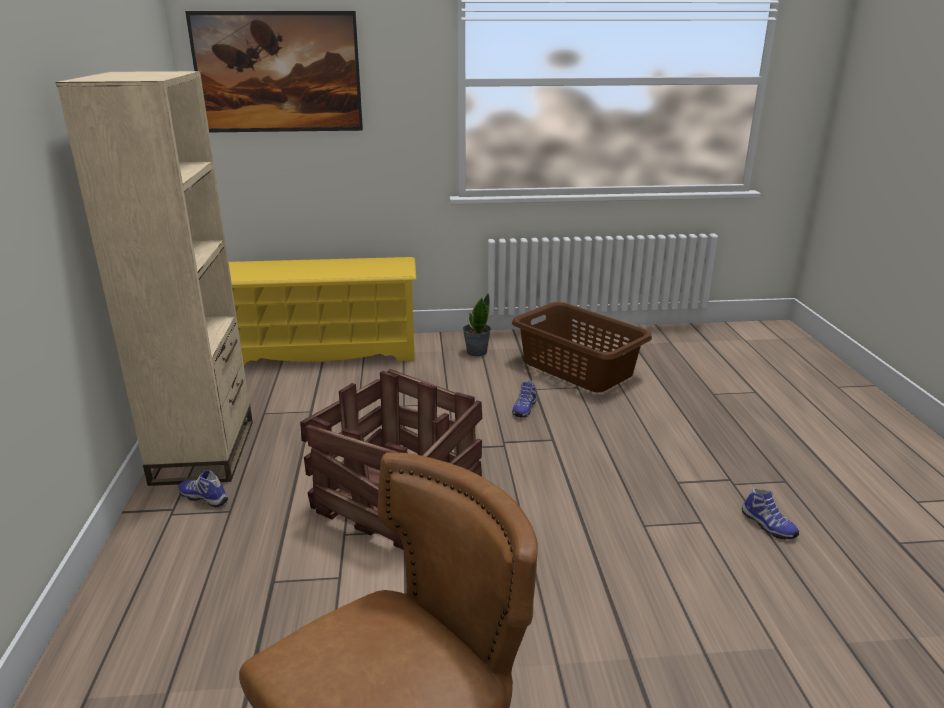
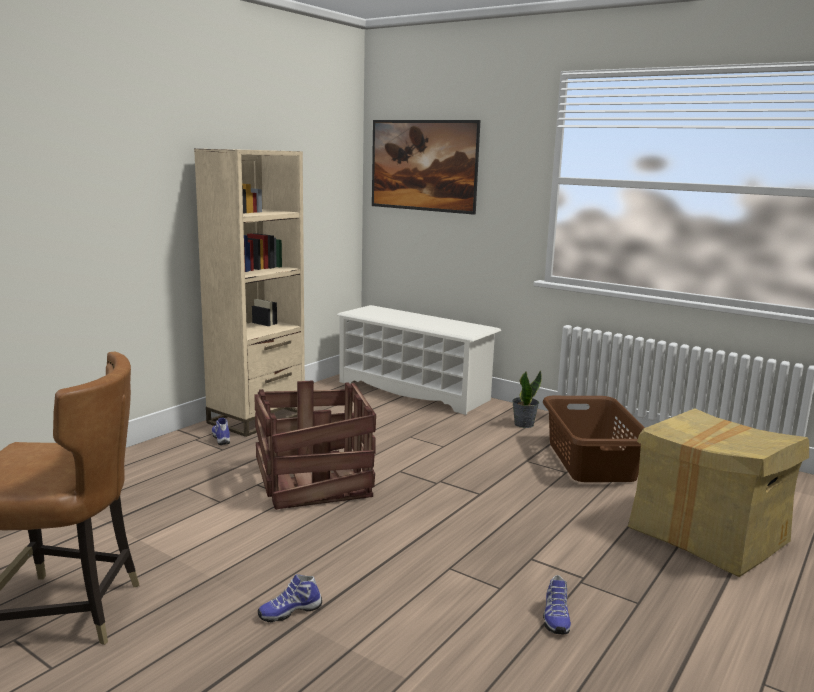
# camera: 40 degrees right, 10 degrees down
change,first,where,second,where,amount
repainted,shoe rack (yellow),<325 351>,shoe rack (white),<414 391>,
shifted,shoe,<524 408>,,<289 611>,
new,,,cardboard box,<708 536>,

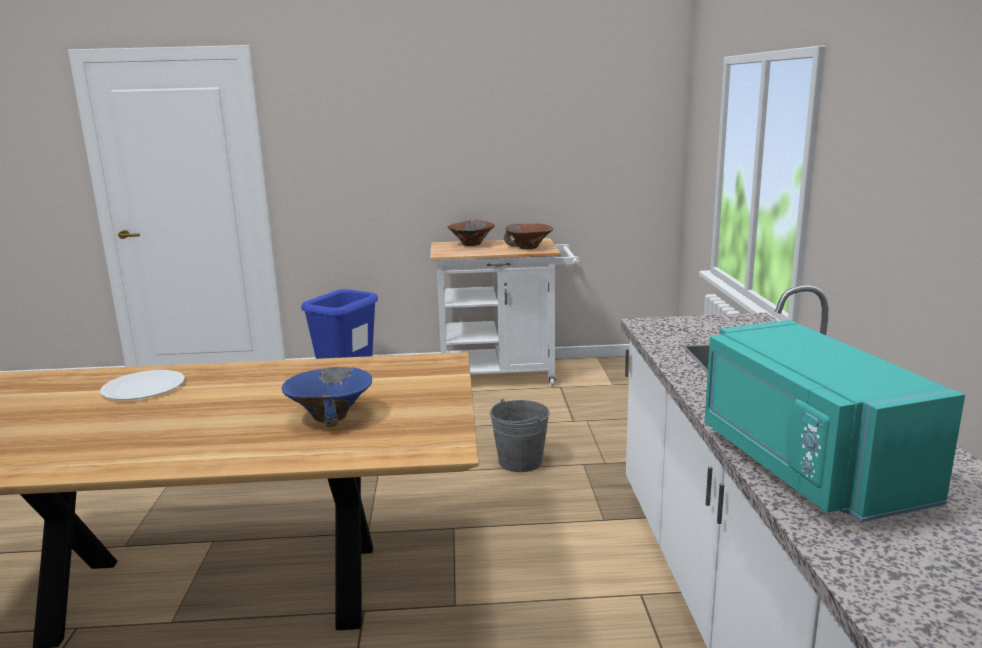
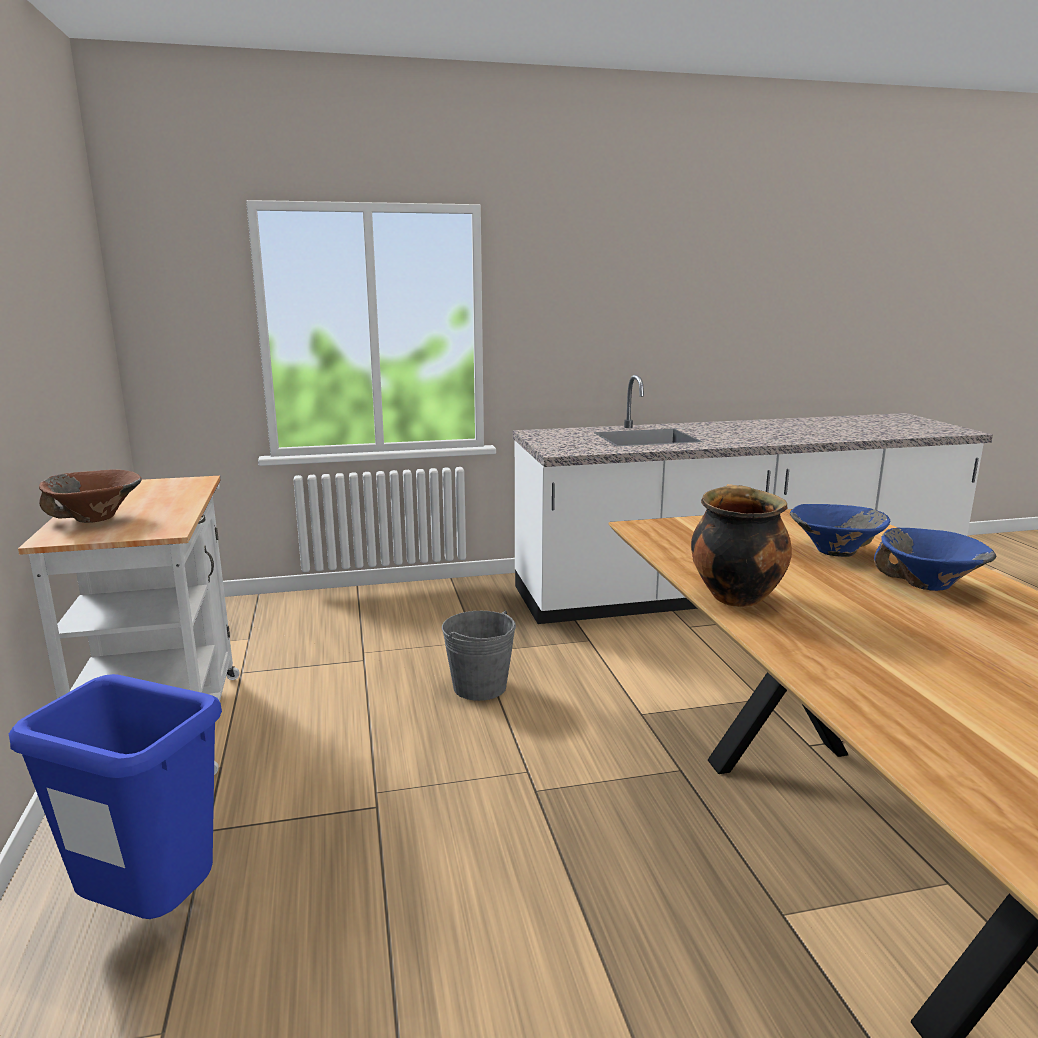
# camera: 100 degrees left, 0 degrees up
change,first,where,second,where,amount
gone,plate (white),<143 388>,,,
gone,bowl (brown),<528 248>,,,
gone,microwave (turquoise),<804 465>,,,
new,,,cooking pot,<734 596>,
new,,,bowl (blue),<928 585>,

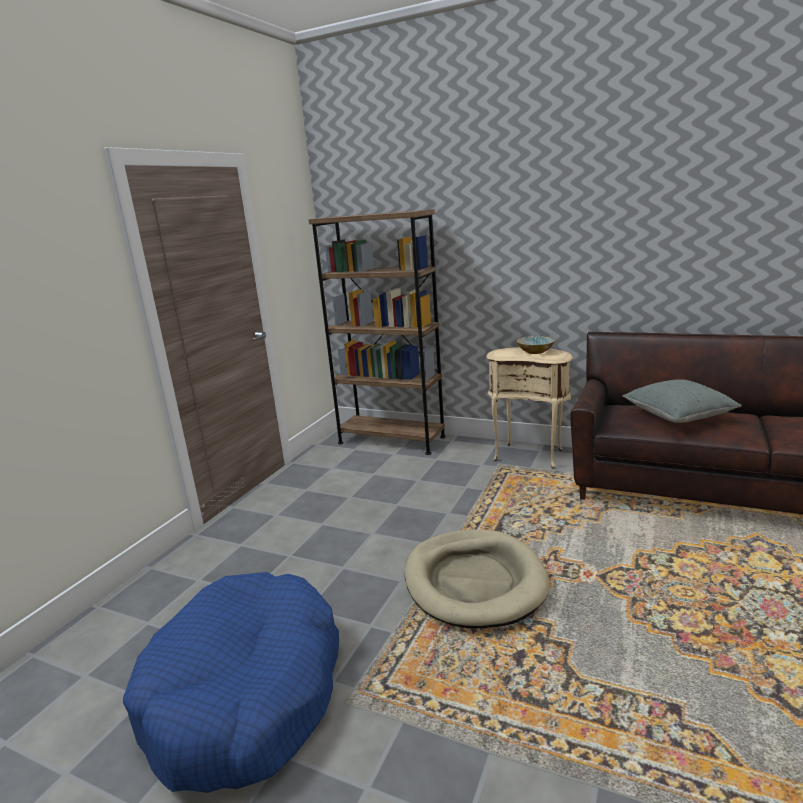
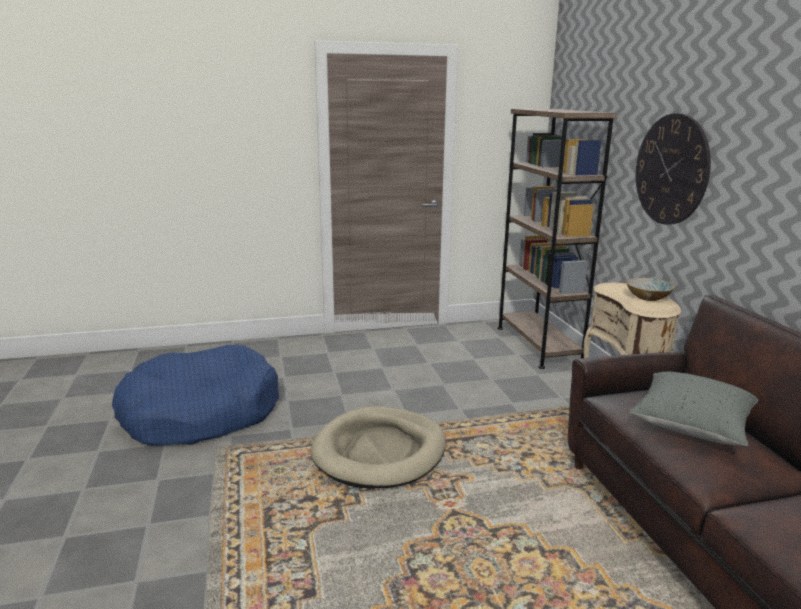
# camera: 50 degrees right, 0 degrees up
change,first,where,second,where,amount
new,,,wall clock,<671 170>,

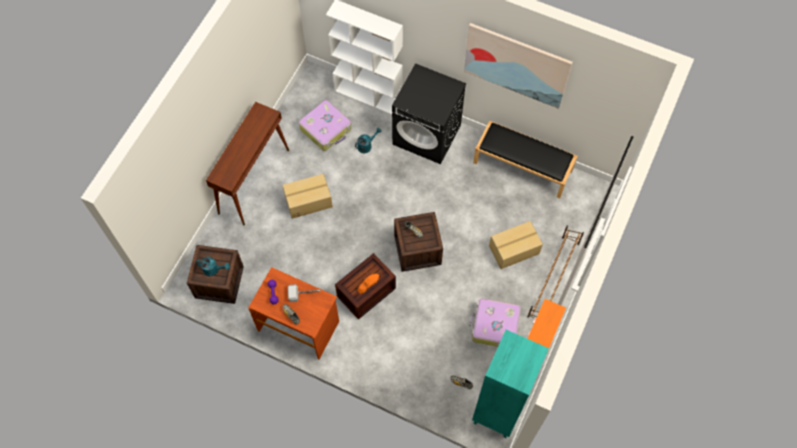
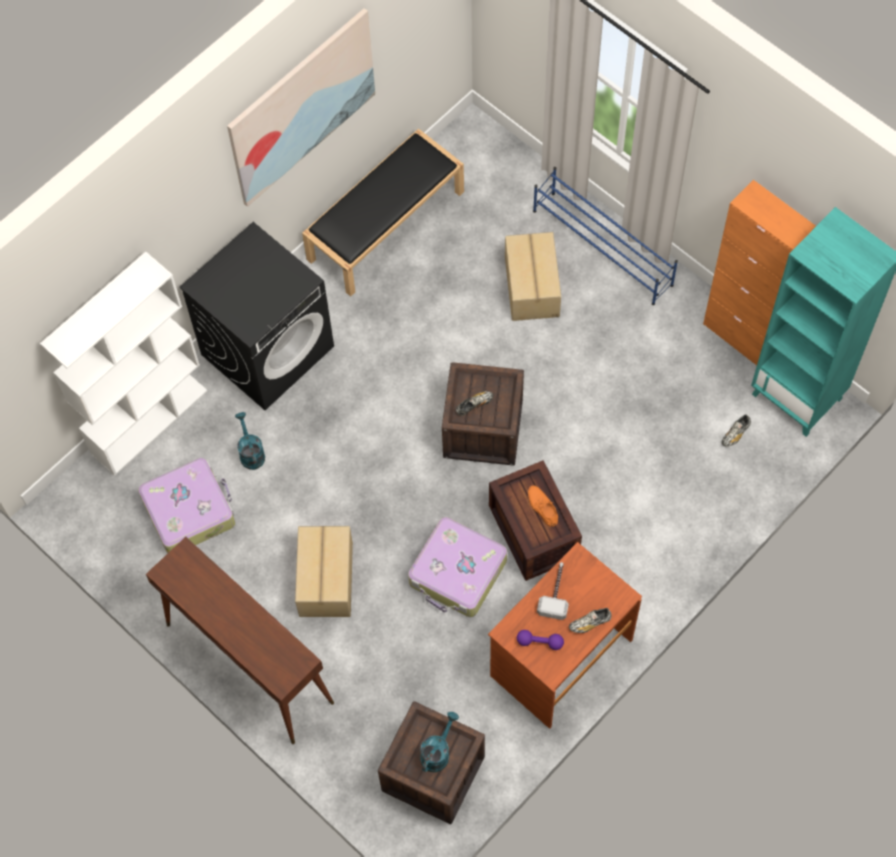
# camera: 70 degrees left, 0 degrees up
change,first,where,second,where,amount
shifted,suitcase,<494 326>,,<458 573>,
repainted,shoe rack (brown),<553 280>,shoe rack (blue),<602 248>,

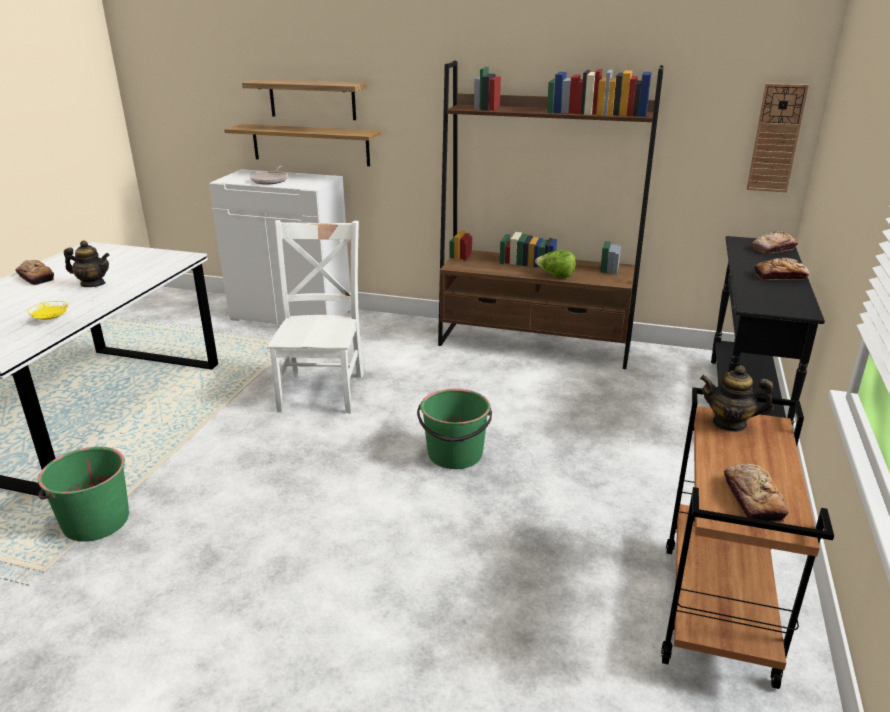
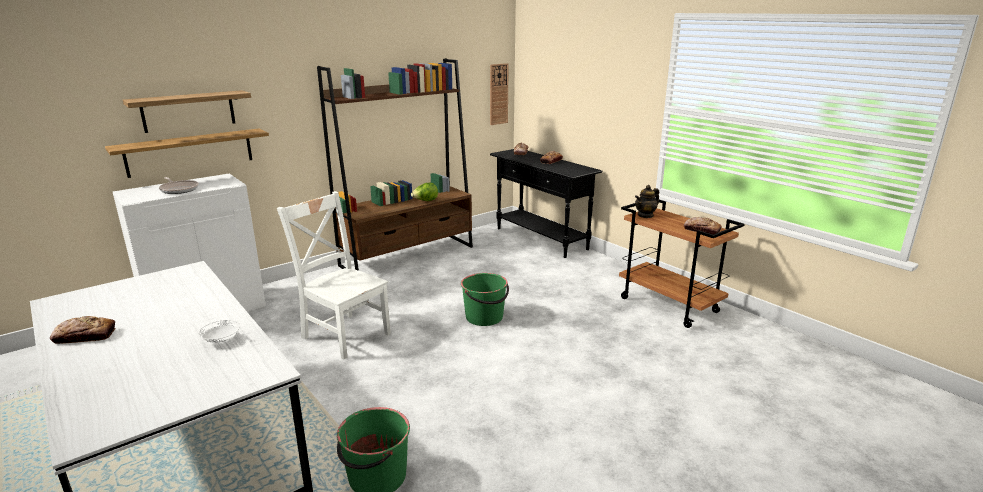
# camera: 55 degrees left, 5 degrees down
change,first,where,second,where,amount
repainted,plate (yellow),<51 319>,plate (white),<221 340>,
gone,teapot,<93 284>,,,

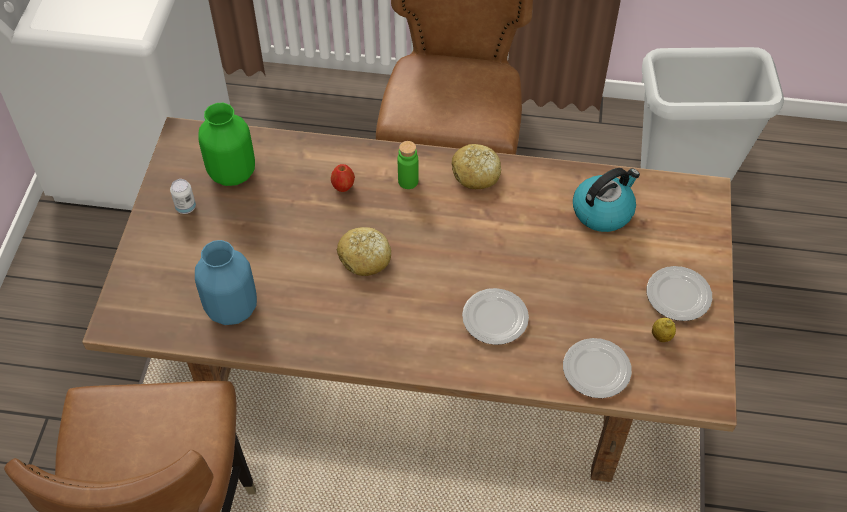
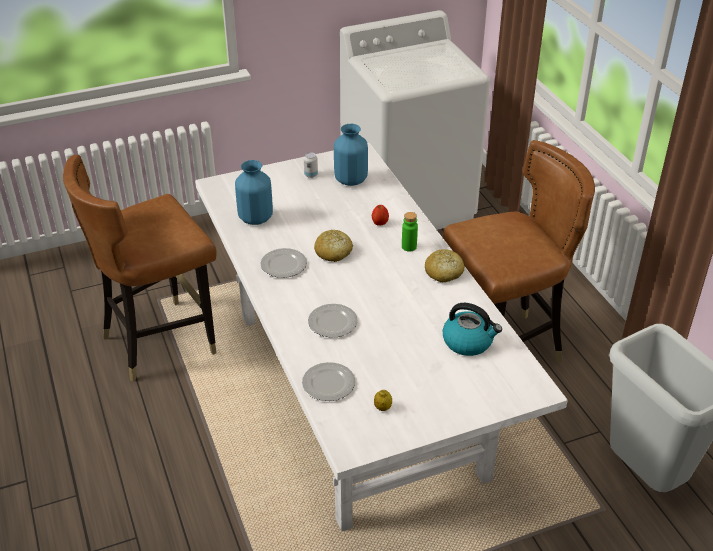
# camera: 60 degrees right, 15 degrees down
change,first,where,second,where,amount
repainted,dining table (brown),<425 369>,dining table (white),<357 394>,
repainted,vase (green),<233 172>,vase (blue),<351 180>,
shifted,plate,<678 296>,,<283 265>,

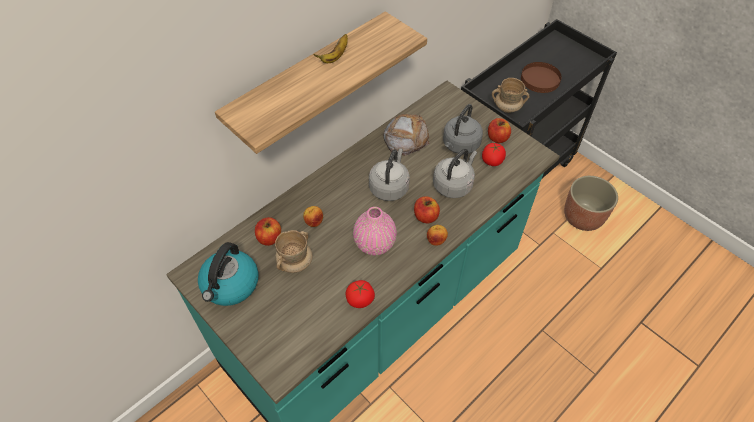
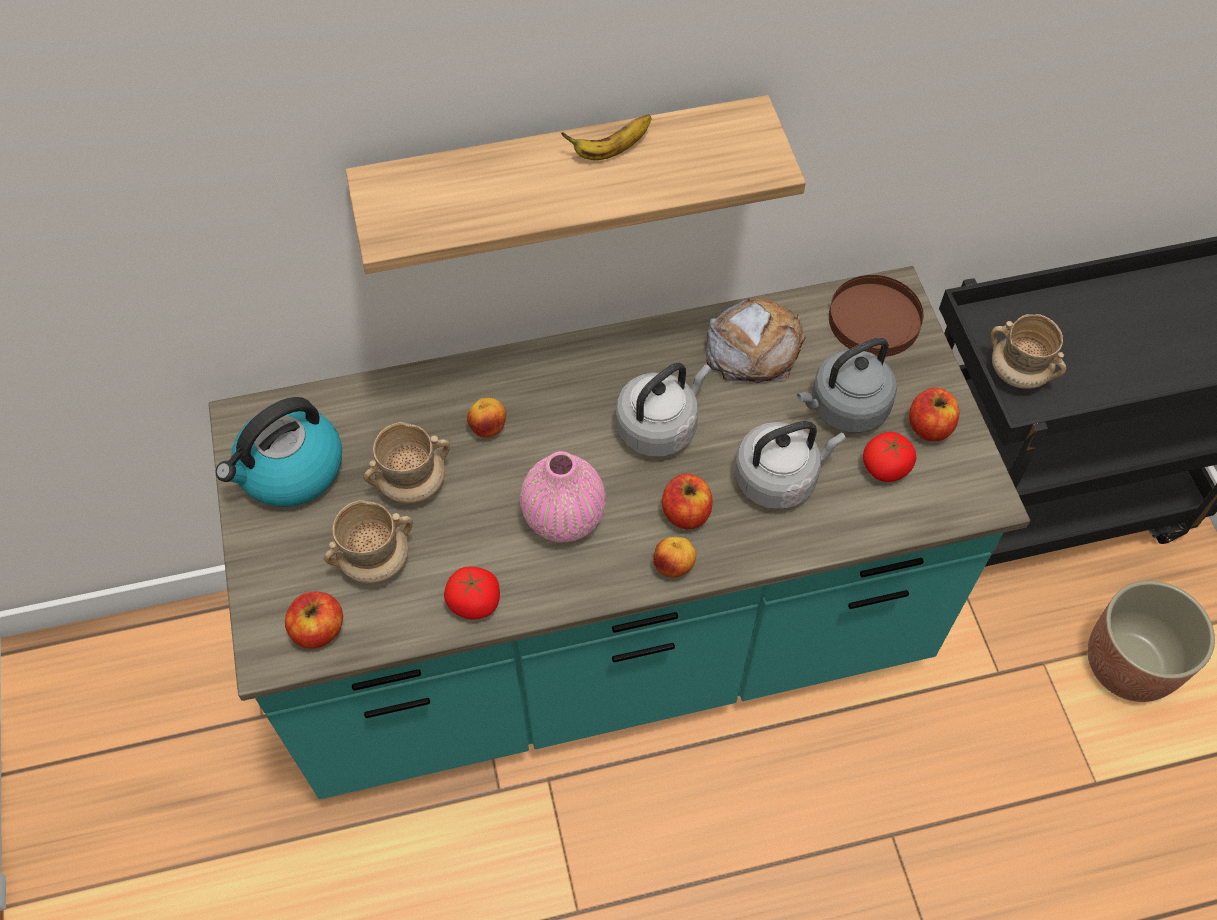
# camera: 30 degrees right, 5 degrees up
change,first,where,second,where,amount
shifted,apple,<269 238>,,<318 629>,
shifted,plate (brown),<540 79>,,<875 319>,
new,,,mug (beige),<375 560>,

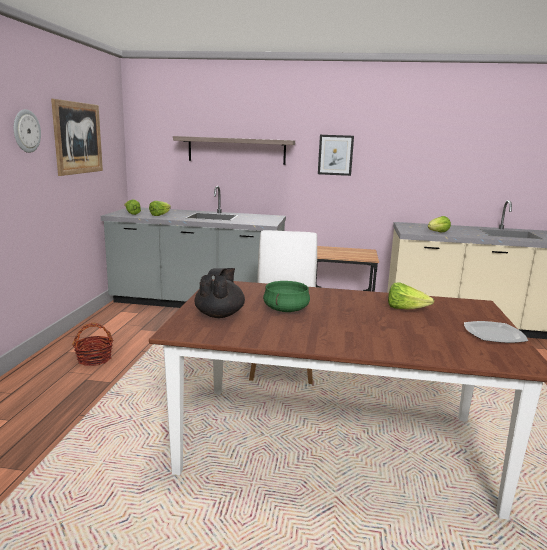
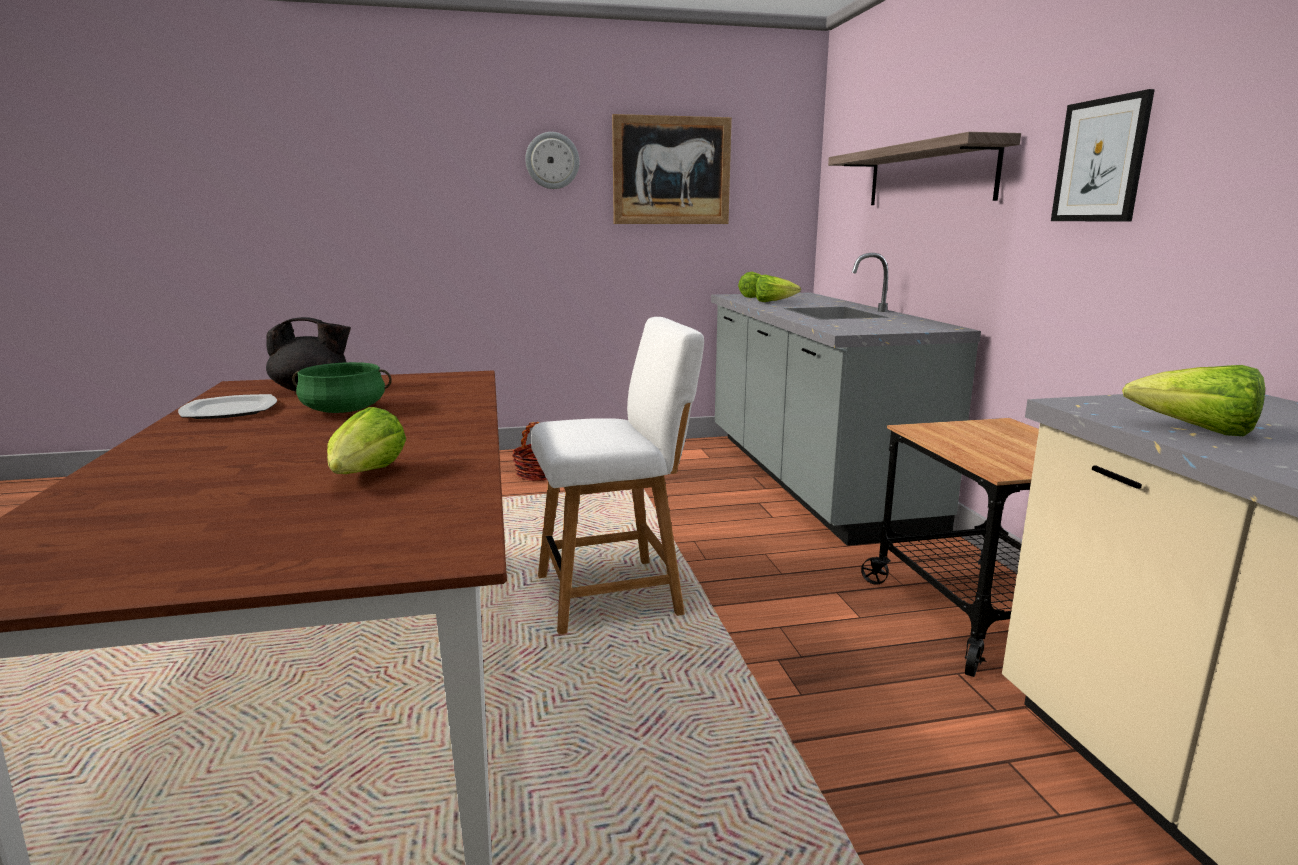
# camera: 70 degrees right, 0 degrees up
change,first,where,second,where,amount
shifted,plate,<494 334>,,<229 410>,

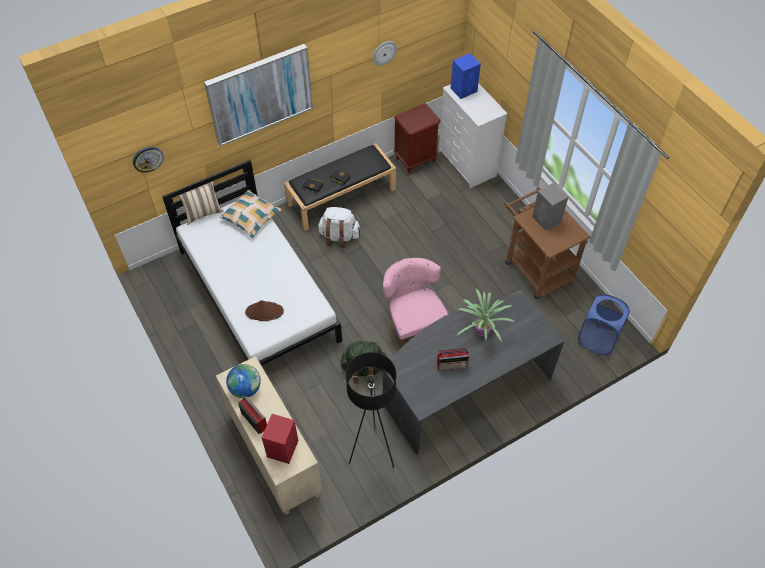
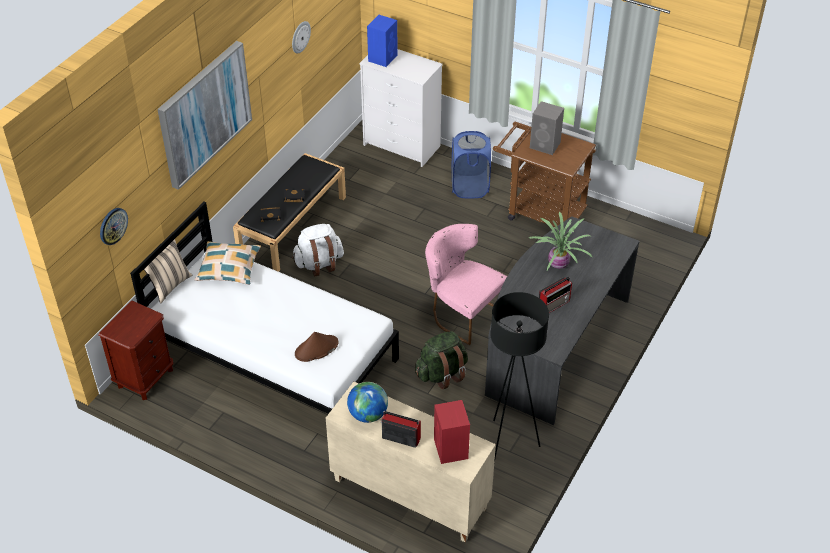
# camera: 30 degrees left, 10 degrees down
change,first,where,second,where,amount
shifted,nightstand (brown),<416 159>,,<145 378>,
shifted,laundry basket (blue),<597 339>,,<469 187>,

